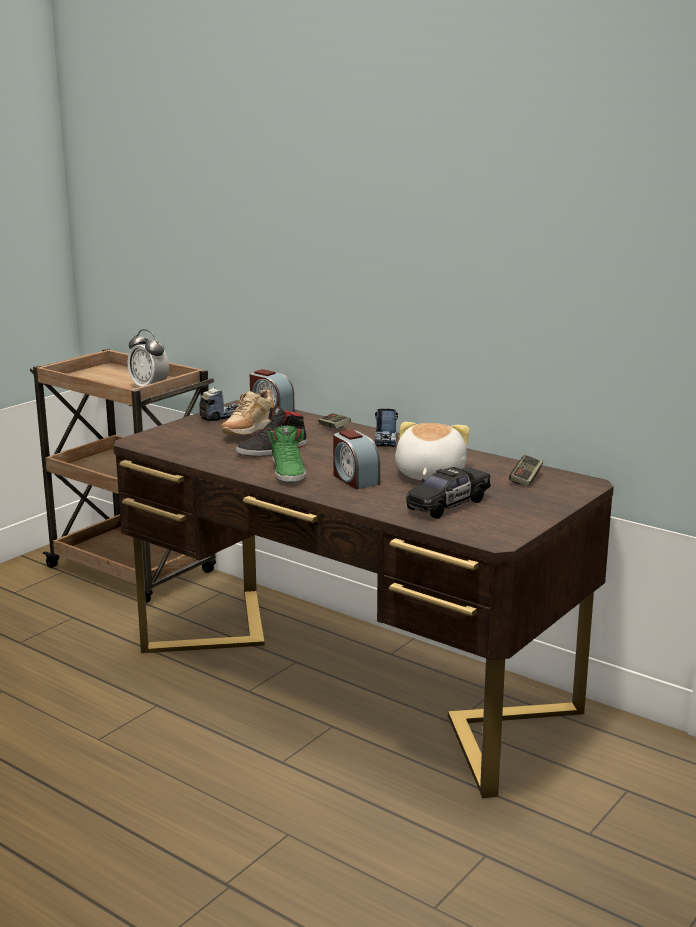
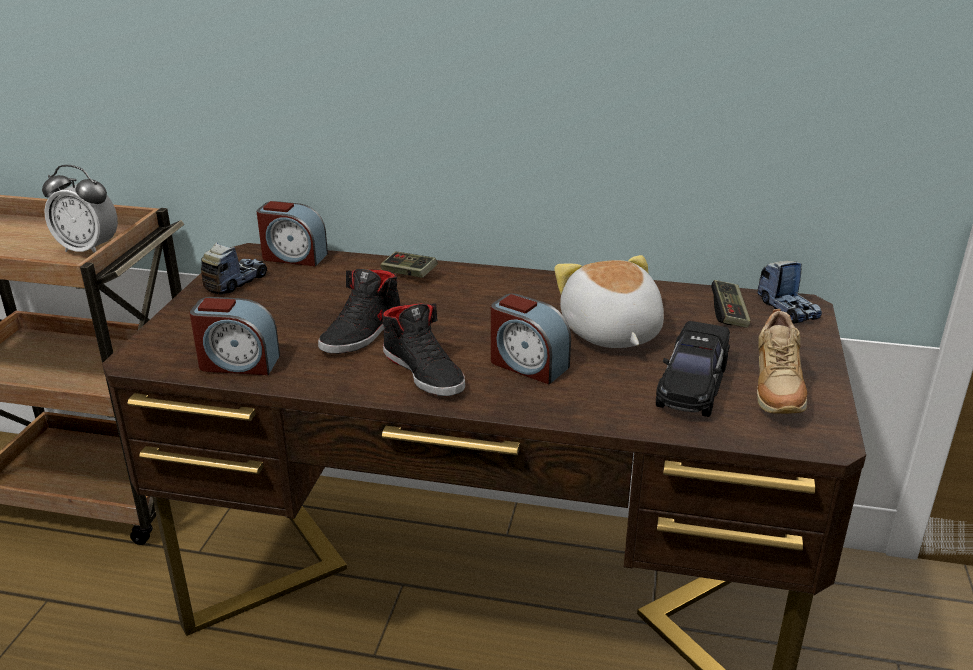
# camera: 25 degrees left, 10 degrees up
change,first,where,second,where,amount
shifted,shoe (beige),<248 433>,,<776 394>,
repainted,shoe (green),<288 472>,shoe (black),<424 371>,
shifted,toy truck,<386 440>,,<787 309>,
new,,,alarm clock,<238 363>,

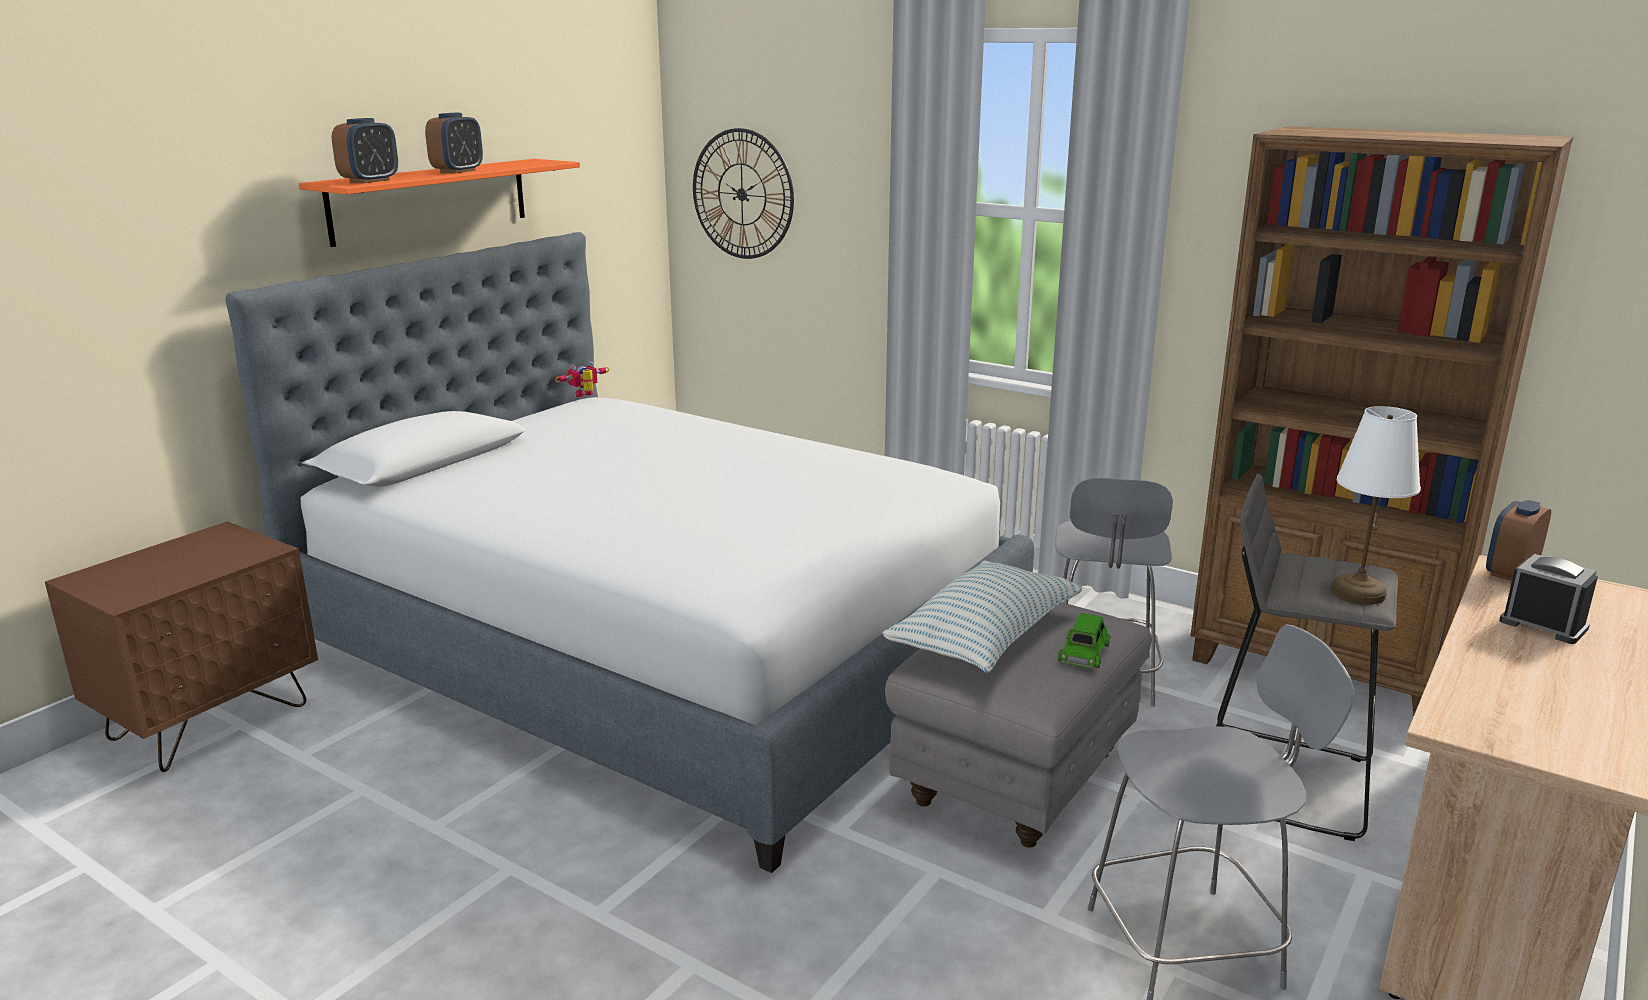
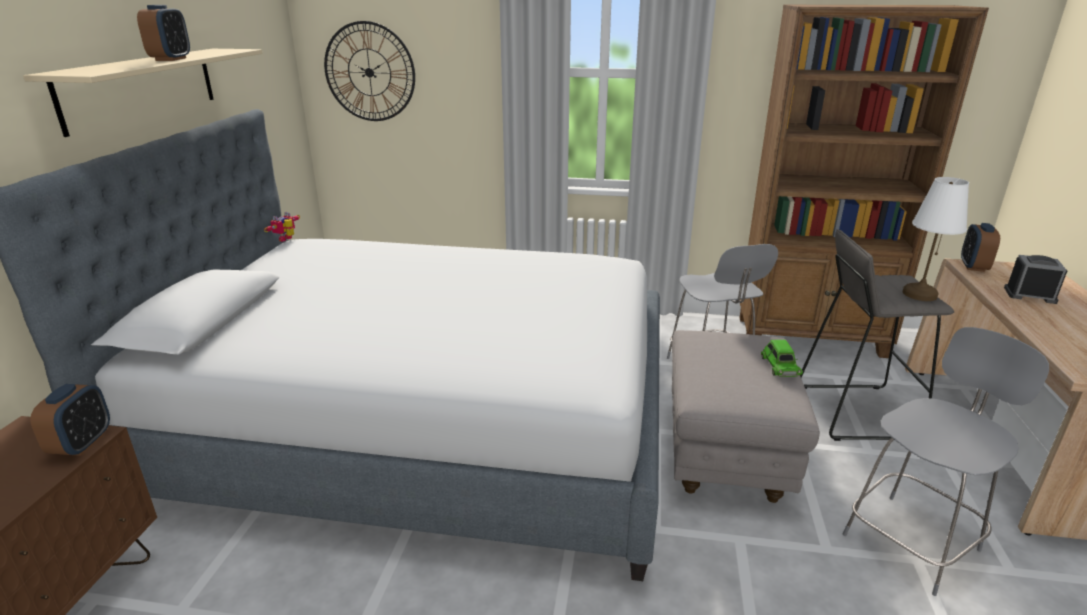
# camera: 25 degrees left, 5 degrees up
change,first,where,second,where,amount
repainted,shelf (orange),<430 200>,shelf (beige),<141 88>,
shifted,alarm clock,<370 181>,,<82 444>,
gone,pillow,<984 639>,,,

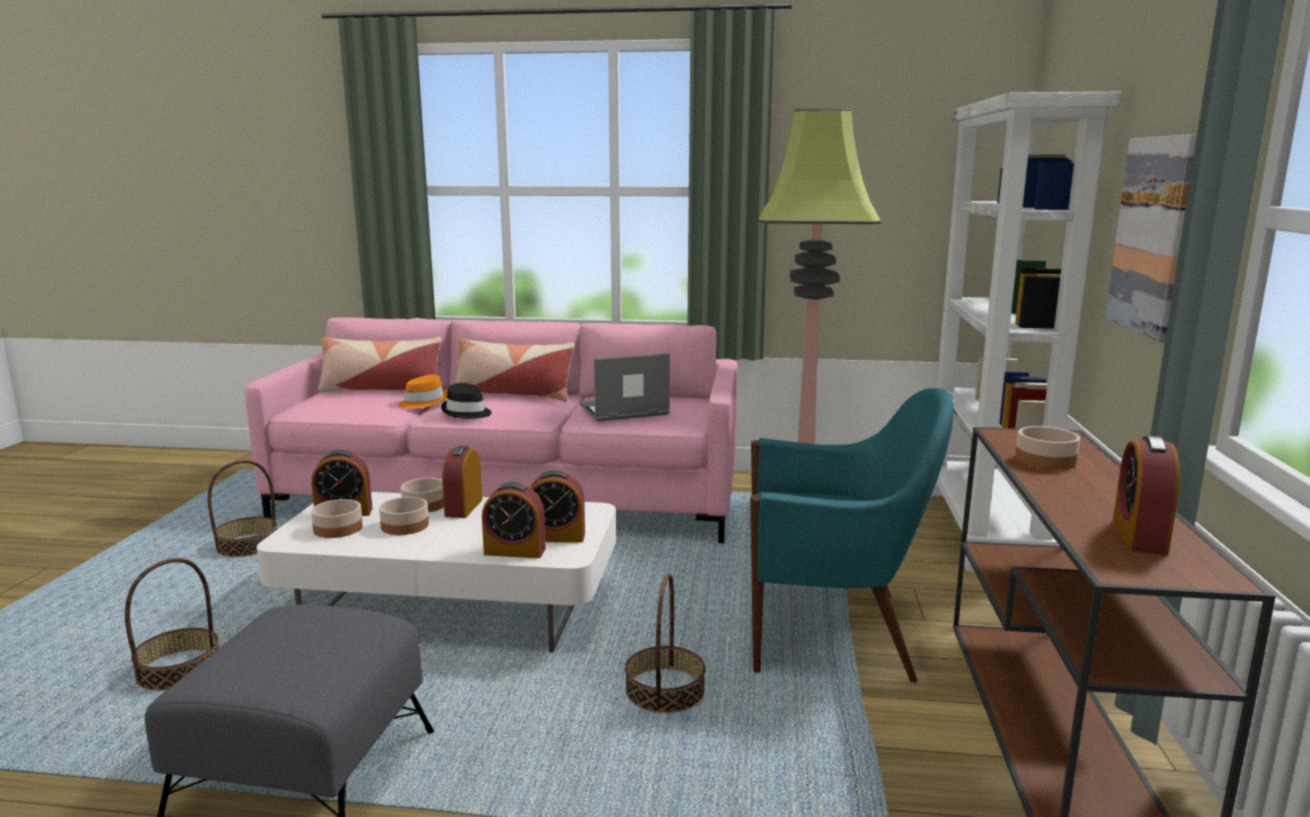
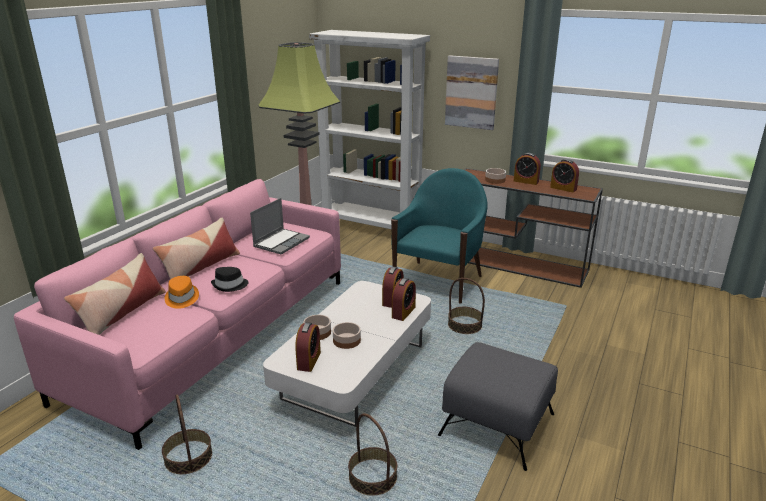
# camera: 70 degrees left, 10 degrees up
change,first,where,second,where,amount
gone,bowl,<337 528>,,,
shifted,alarm clock,<463 507>,,<526 181>,
rotated,laptop,<623 411>,,<281 242>,150 degrees counterclockwise

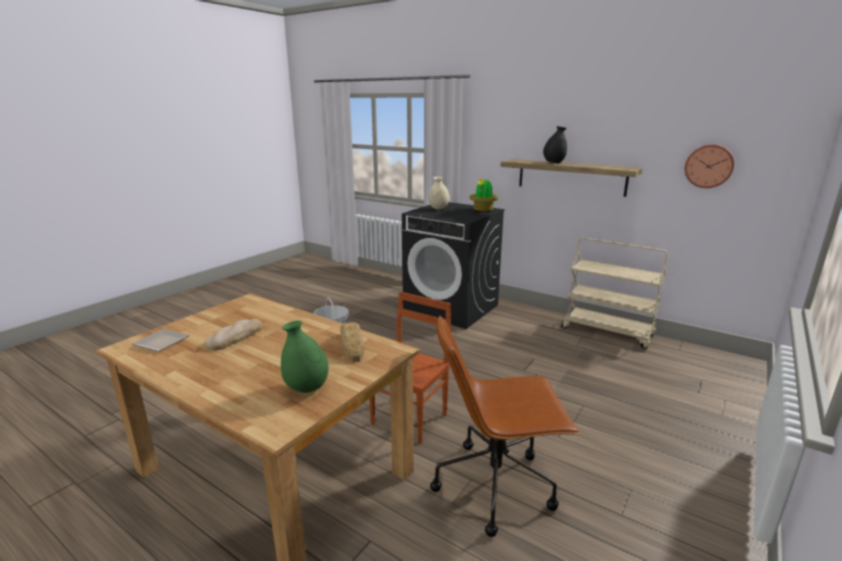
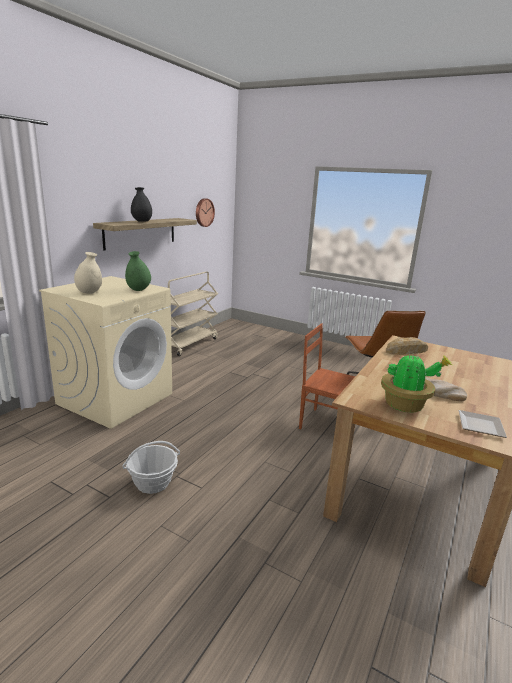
# camera: 95 degrees left, 0 degrees up
change,first,where,second,where,amount
shifted,vase (green),<307 388>,,<138 290>,
repainted,washing machine (black),<452 308>,washing machine (beige),<116 398>,
shifted,potted plant,<483 210>,,<406 405>,

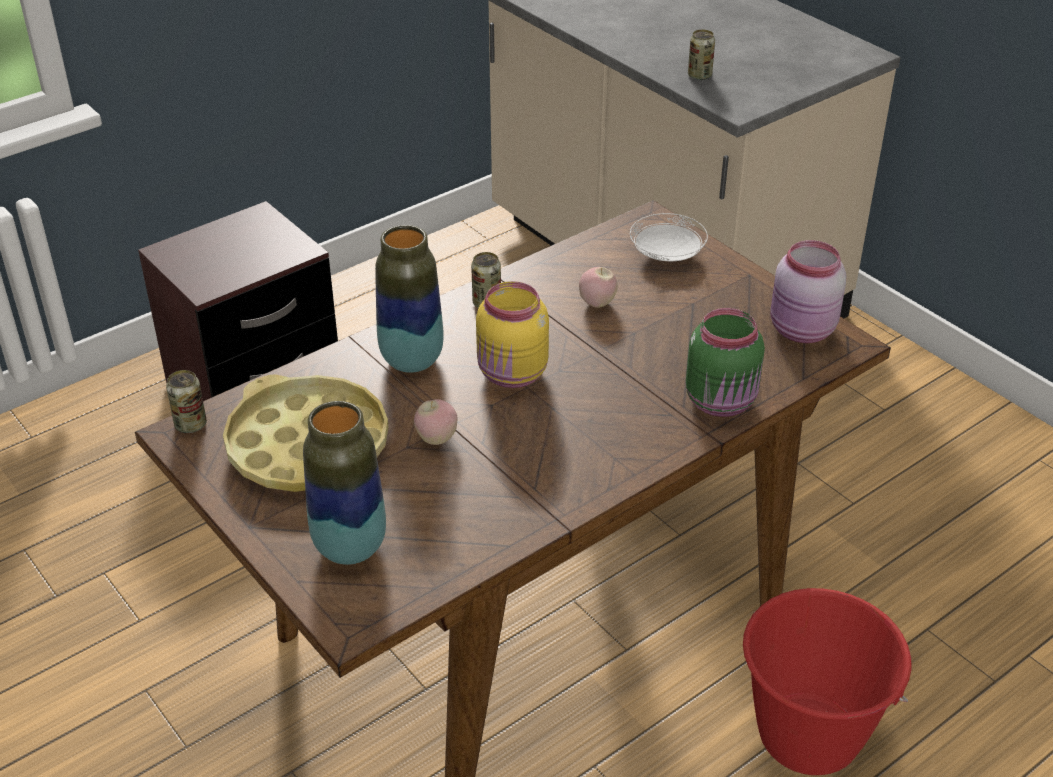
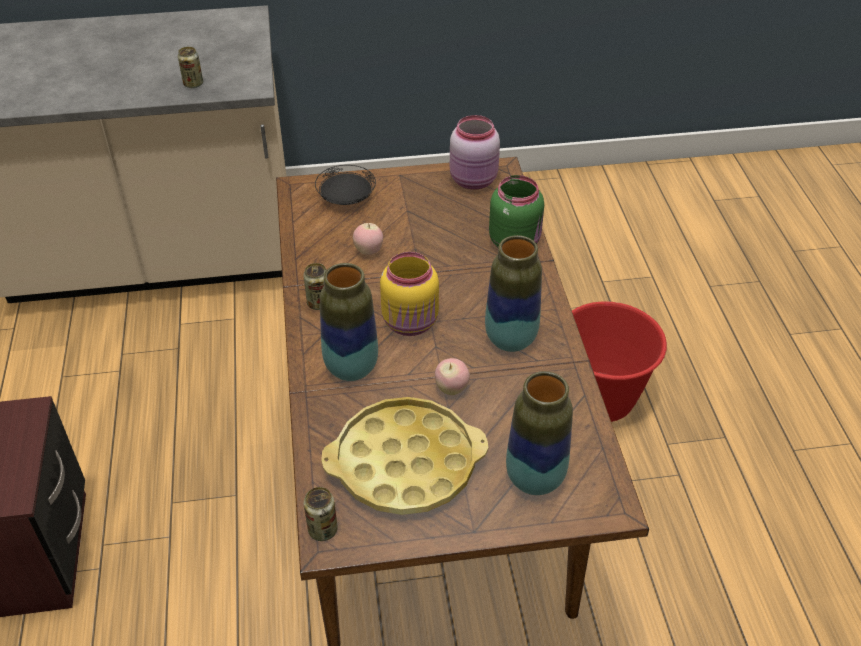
# camera: 60 degrees left, 5 degrees up
change,first,where,second,where,amount
repainted,plate (white),<666 255>,plate (black),<346 199>,
new,,,vase,<510 339>,

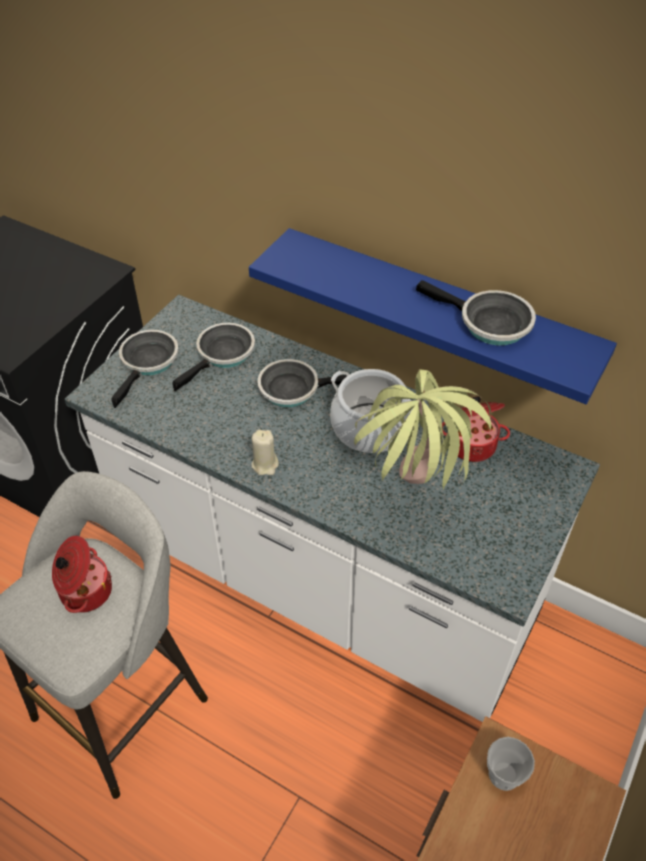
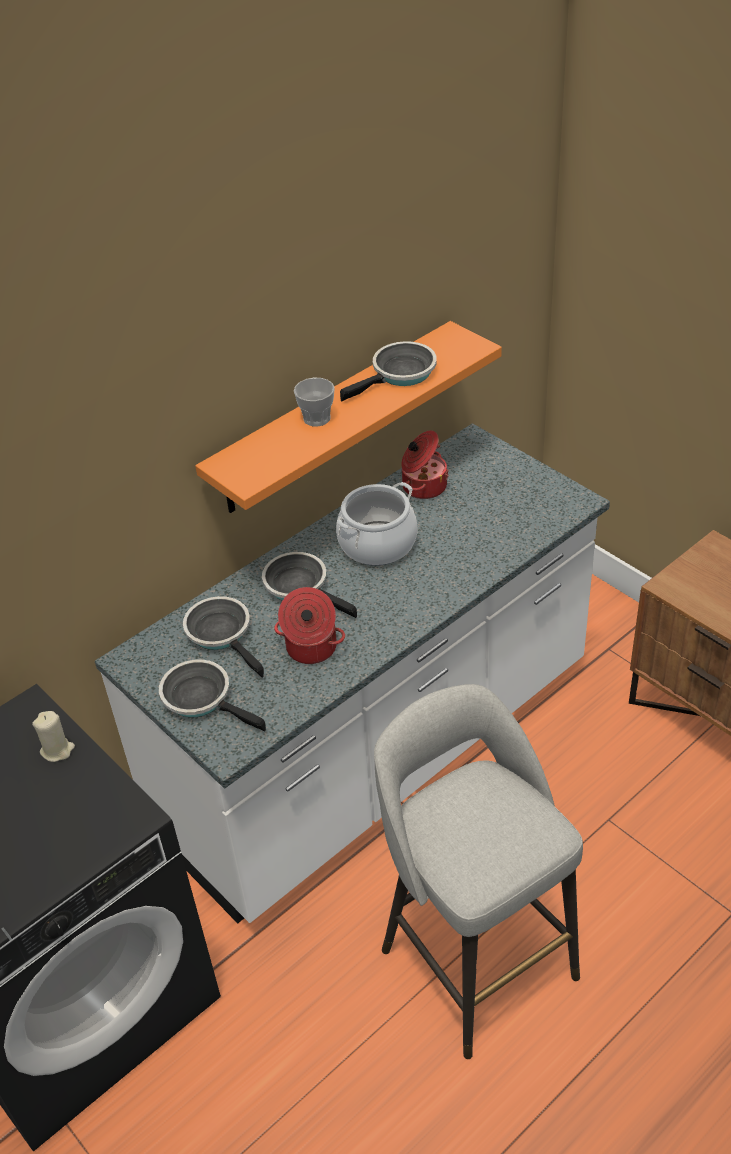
# camera: 70 degrees left, 5 degrees down
change,first,where,second,where,amount
shifted,cooking pot,<84 591>,,<311 648>,
repainted,shelf (blue),<437 311>,shelf (orange),<333 418>,
shifted,candle (beige),<265 465>,,<57 750>,
rotated,frying pan,<294 389>,,<300 586>,120 degrees clockwise
gone,potted plant,<410 506>,,,
shifted,cup,<504 774>,,<317 418>,

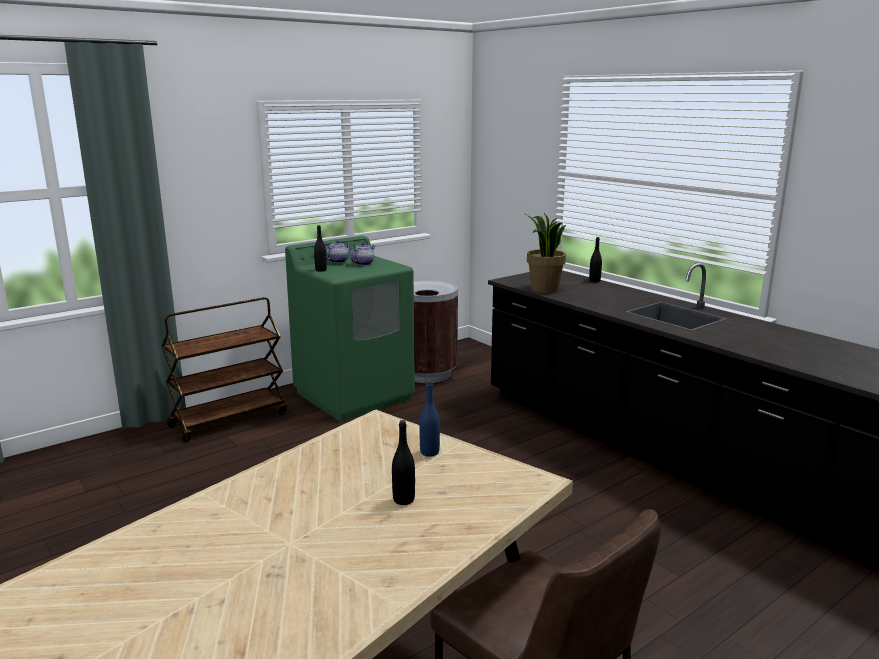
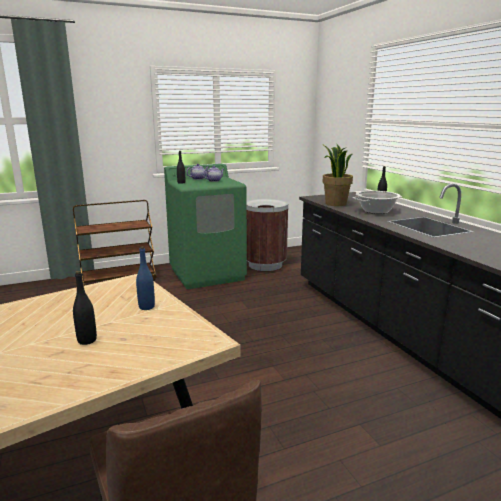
# camera: 15 degrees right, 0 degrees up
change,first,where,second,where,amount
new,,,cooking pot,<376 211>,

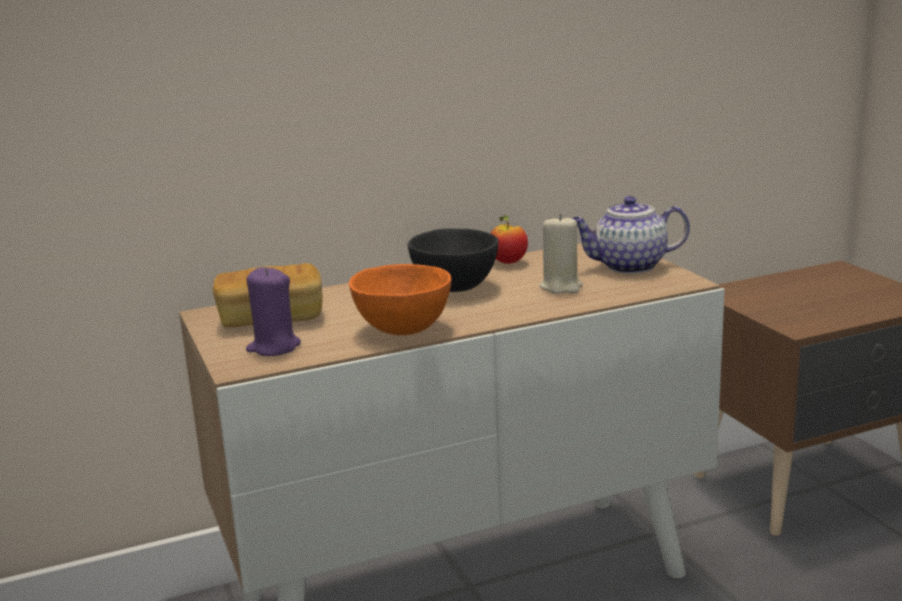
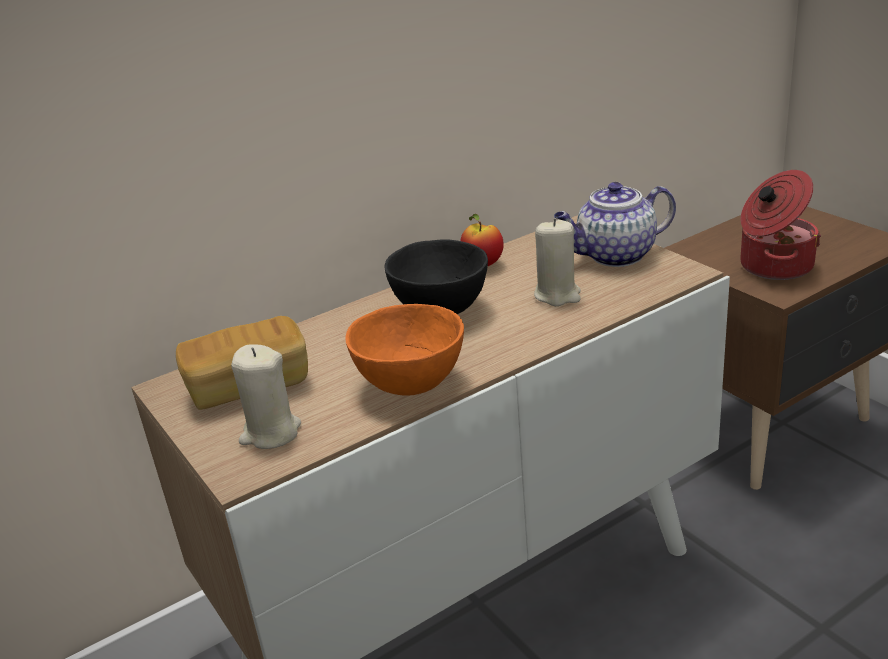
# camera: 10 degrees left, 10 degrees up
change,first,where,second,where,amount
repainted,candle (purple),<273 347>,candle (beige),<270 433>,
new,,,cooking pot,<773 266>,

